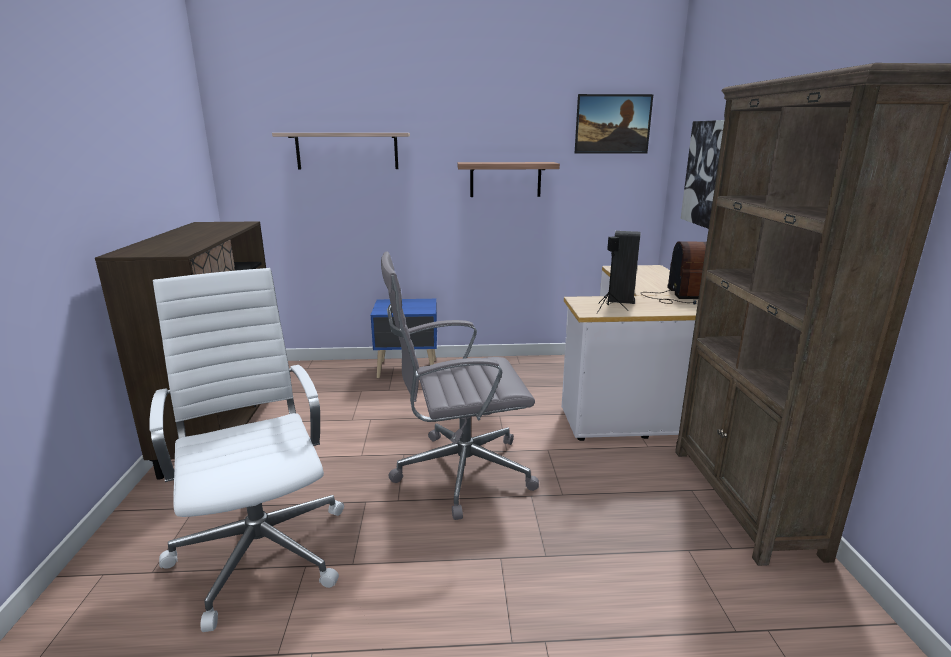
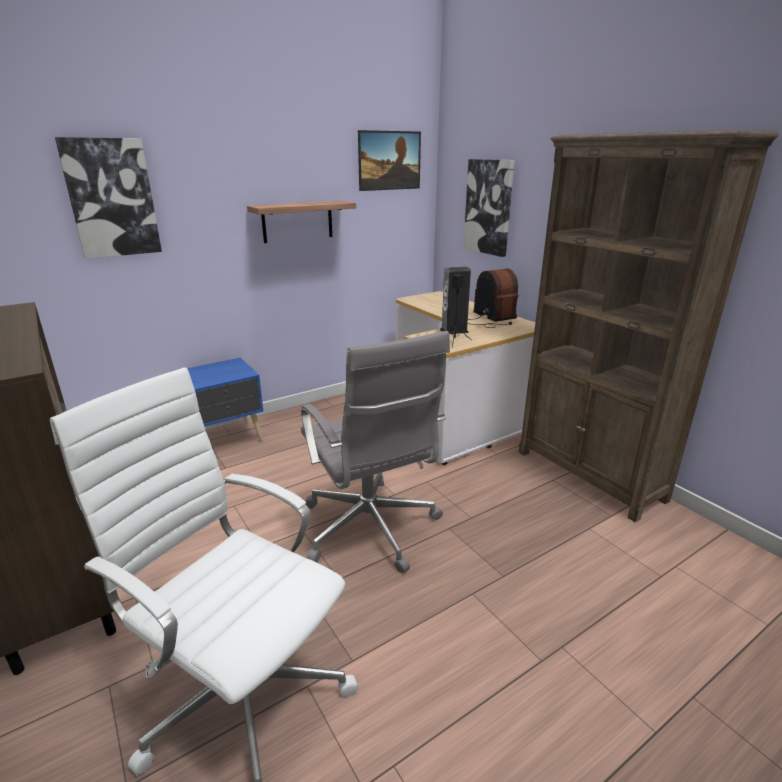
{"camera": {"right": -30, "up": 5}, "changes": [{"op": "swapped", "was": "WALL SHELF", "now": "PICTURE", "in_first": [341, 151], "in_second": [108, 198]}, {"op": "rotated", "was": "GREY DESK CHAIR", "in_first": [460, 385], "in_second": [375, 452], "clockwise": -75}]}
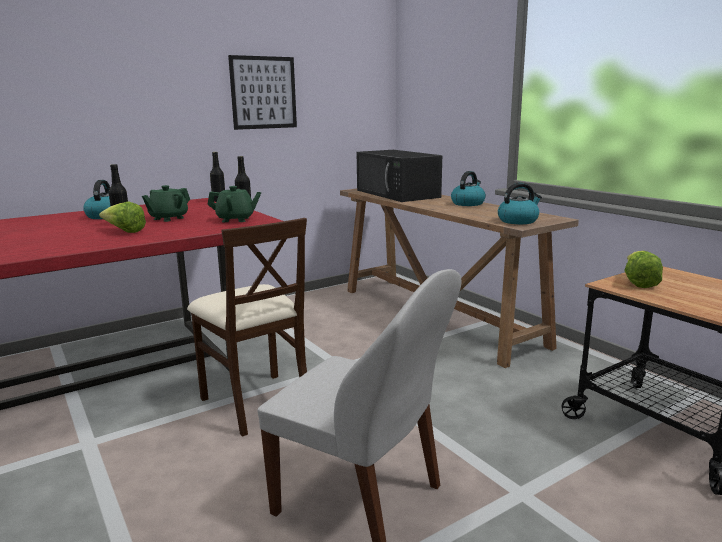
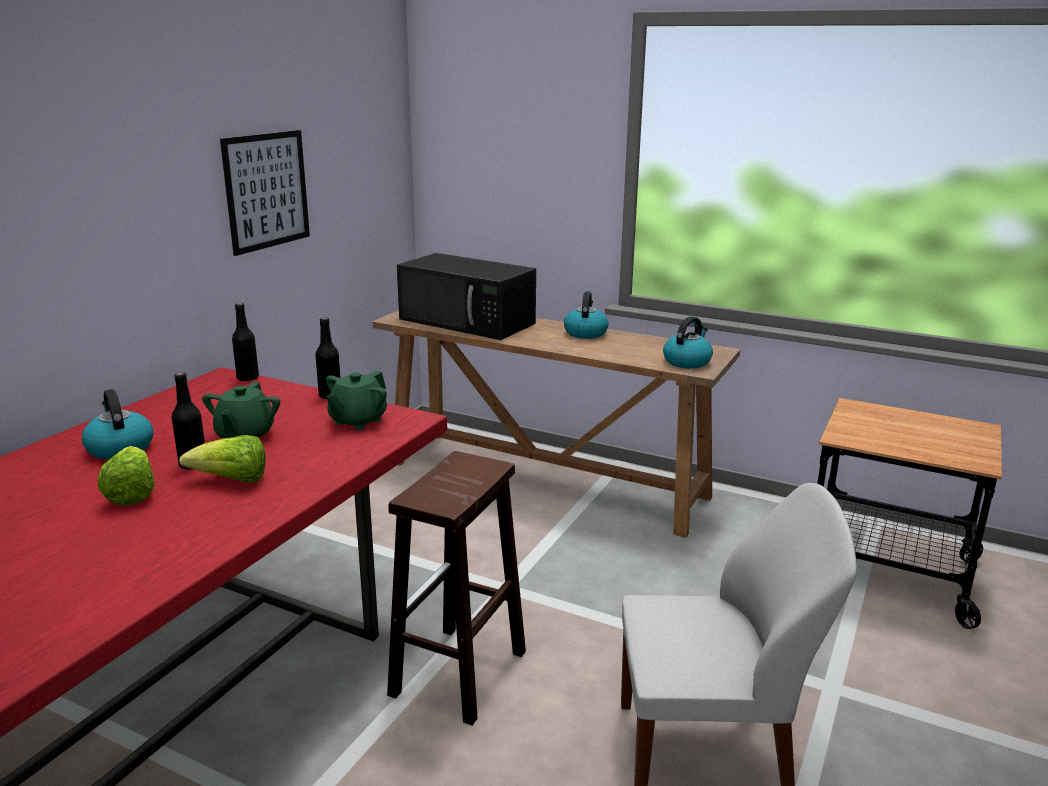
{"camera": {"right": -30, "up": 5}, "changes": [{"op": "shifted", "was": "LETTUCE", "in_first": [643, 269], "in_second": [126, 476]}, {"op": "rotated", "was": "GREENISH POT FOR TEA", "in_first": [234, 204], "in_second": [356, 400], "clockwise": 150}, {"op": "swapped", "was": "SAND-COLOURED UPRIGHT CHAIR", "now": "BROWN STOOL", "in_first": [247, 327], "in_second": [456, 588]}]}
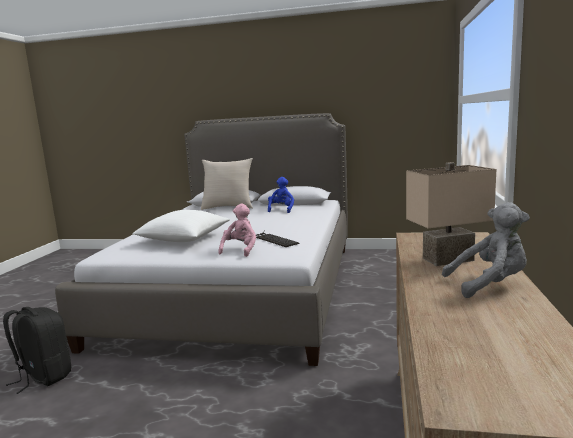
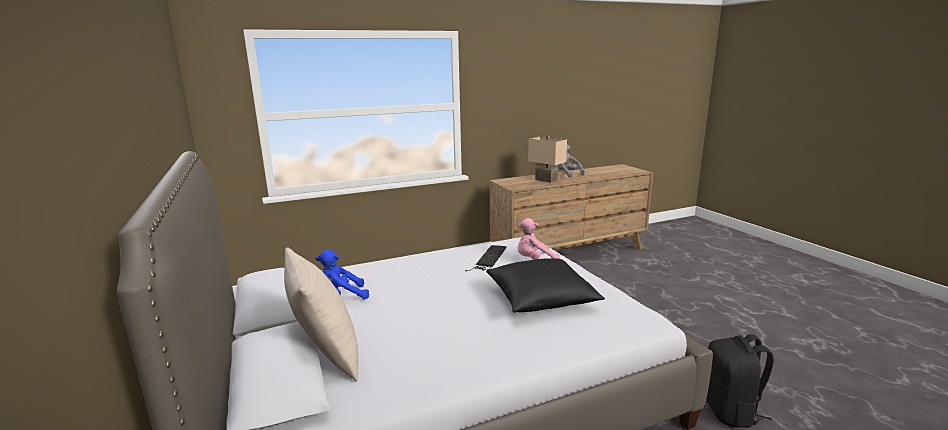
{"camera": {"right": -125, "up": 5}, "changes": [{"op": "repainted", "was": "WHITE-COLOURED THROW PILLOW", "now": "BLACKISH THROW PILLOW", "in_first": [181, 226], "in_second": [545, 285]}]}
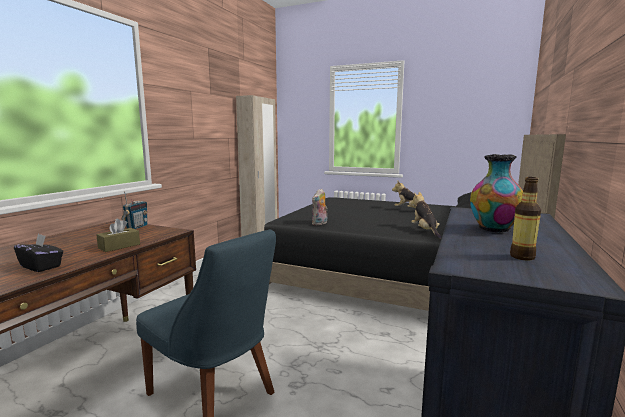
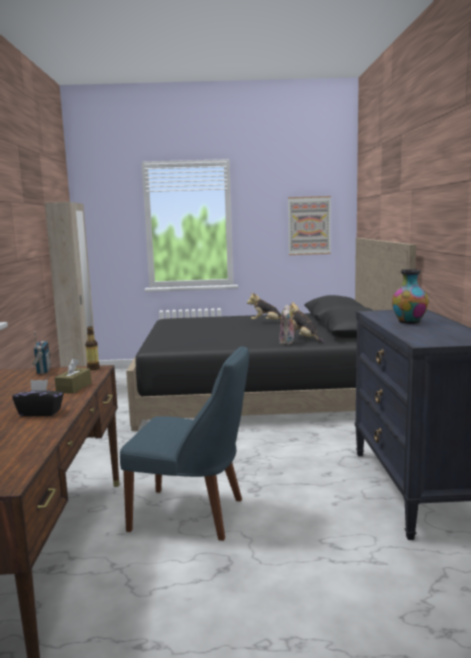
{"camera": {"right": -25, "up": 0}, "changes": [{"op": "shifted", "was": "BOTTLE", "in_first": [525, 218], "in_second": [92, 348]}, {"op": "shifted", "was": "CUDDLY TOY", "in_first": [320, 206], "in_second": [287, 325]}, {"op": "new", "now": "PICTURE", "in_second": [309, 225]}]}
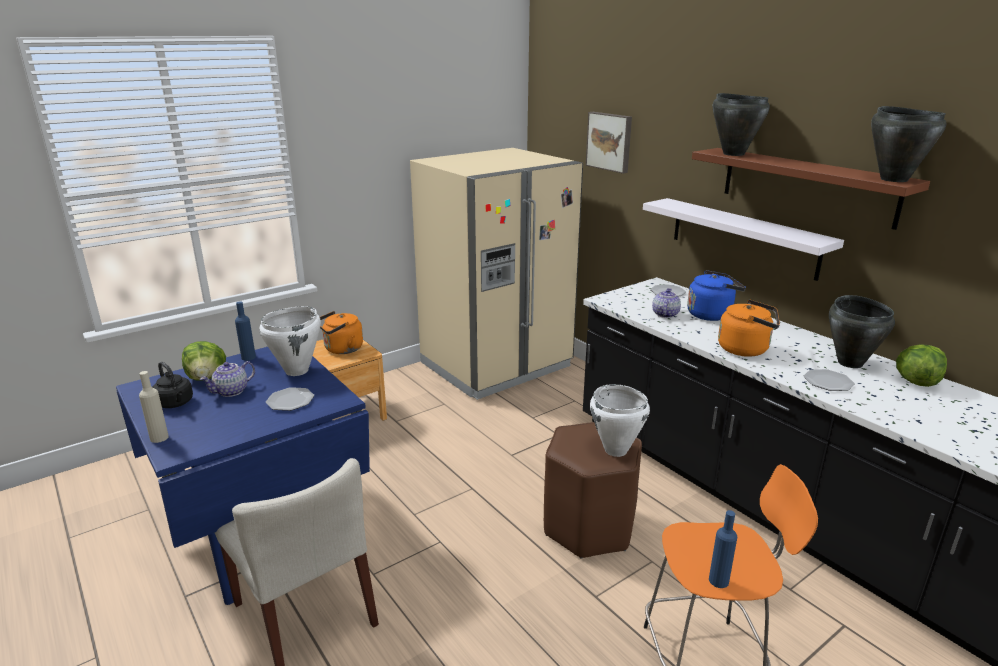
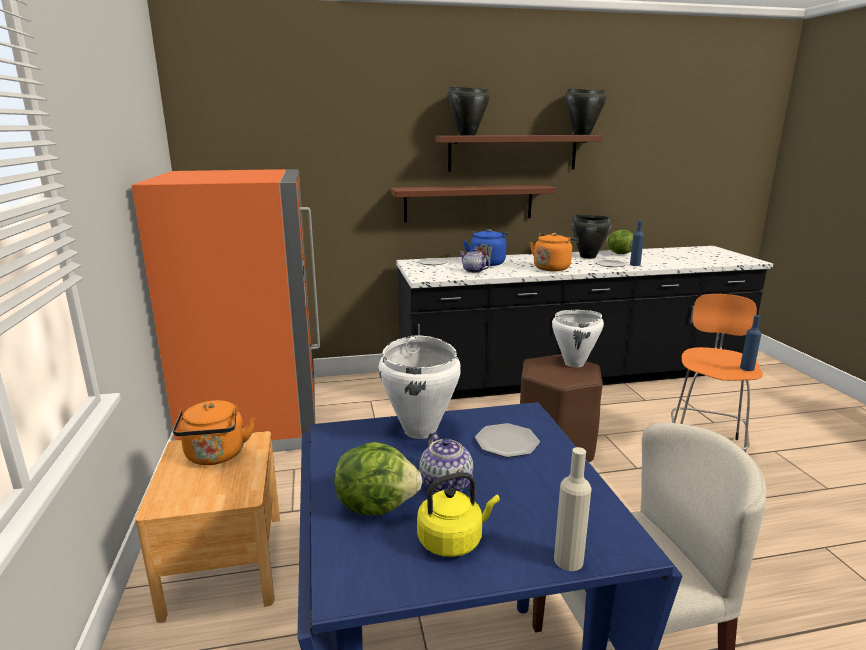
{"camera": {"right": -65, "up": -5}, "changes": [{"op": "repainted", "was": "SAND-COLOURED FRIDGE", "now": "ORANGE FRIDGE", "in_first": [496, 274], "in_second": [225, 310]}, {"op": "repainted", "was": "WHITE-COLOURED WALL SHELF", "now": "BROWN WALL SHELF", "in_first": [743, 239], "in_second": [473, 203]}, {"op": "repainted", "was": "BLACKISH WATER KETTLE", "now": "YELLOW-COLOURED WATER KETTLE", "in_first": [172, 385], "in_second": [458, 514]}, {"op": "shifted", "was": "BLUE BOTTLE", "in_first": [245, 331], "in_second": [637, 243]}, {"op": "gone", "was": "PICTURE", "in_first": [609, 143]}]}
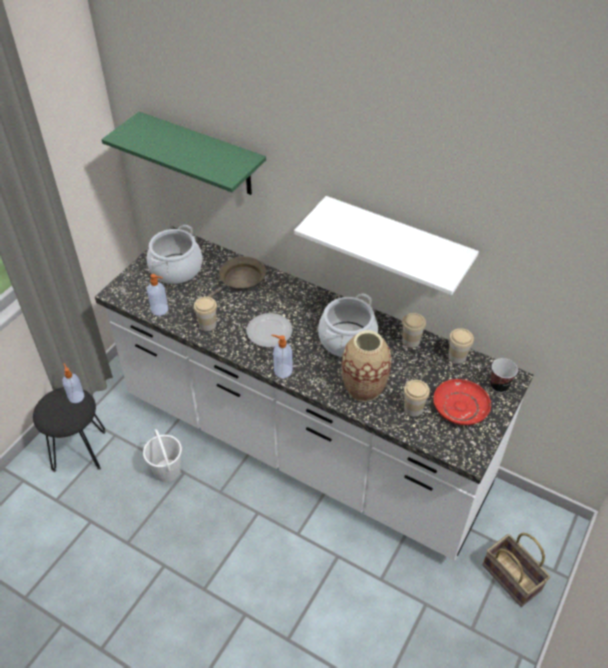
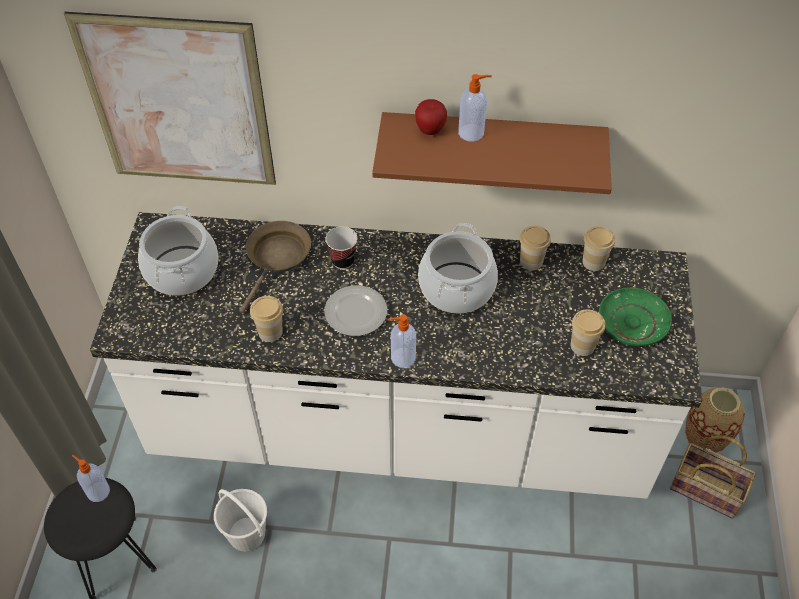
{"camera": {"right": -25, "up": 5}, "changes": [{"op": "swapped", "was": "GREENISH WALL SHELF", "now": "PICTURE", "in_first": [183, 153], "in_second": [170, 98]}, {"op": "shifted", "was": "DRINKING CUP", "in_first": [504, 375], "in_second": [341, 247]}, {"op": "repainted", "was": "WHITE-COLOURED WALL SHELF", "now": "BROWN WALL SHELF", "in_first": [386, 245], "in_second": [492, 153]}, {"op": "new", "now": "WHOLE APPLE", "in_second": [431, 117]}, {"op": "shifted", "was": "LIQUID SOAP BOTTLE", "in_first": [157, 295], "in_second": [475, 108]}, {"op": "repainted", "was": "RED DINNER PLATE", "now": "GREENISH DINNER PLATE", "in_first": [462, 402], "in_second": [635, 317]}, {"op": "shifted", "was": "VASE", "in_first": [366, 366], "in_second": [715, 420]}]}
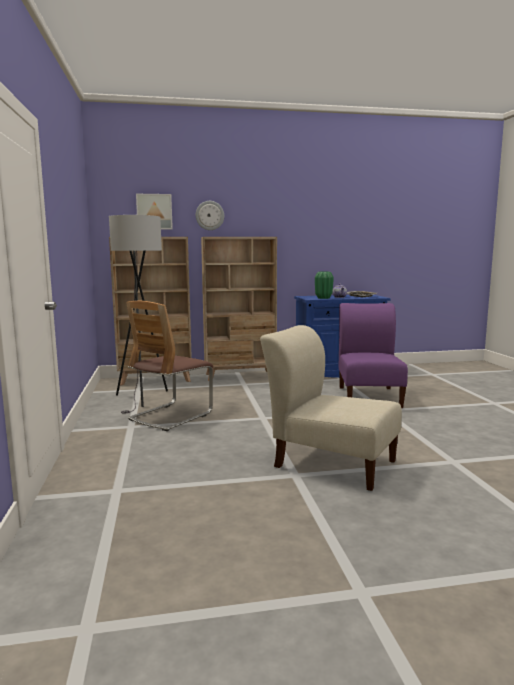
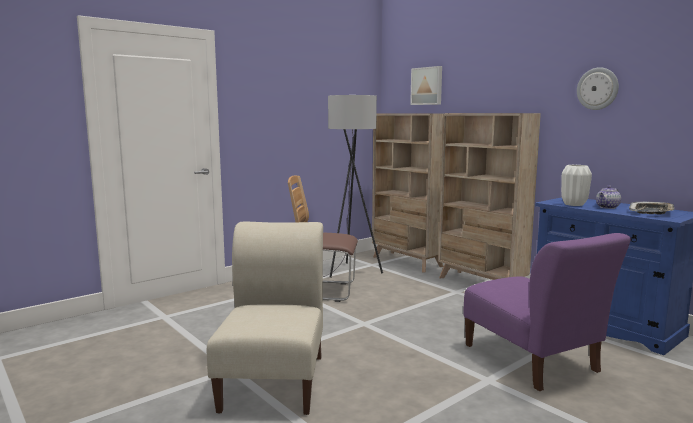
{"camera": {"right": 60, "up": 0}, "changes": [{"op": "rotated", "was": "PURPLE-COLOURED UPRIGHT CHAIR", "in_first": [373, 355], "in_second": [547, 312], "clockwise": 90}, {"op": "repainted", "was": "GREENISH VASE", "now": "WHITE-COLOURED VASE", "in_first": [324, 285], "in_second": [576, 185]}, {"op": "shifted", "was": "WALL CLOCK", "in_first": [210, 215], "in_second": [598, 88]}]}
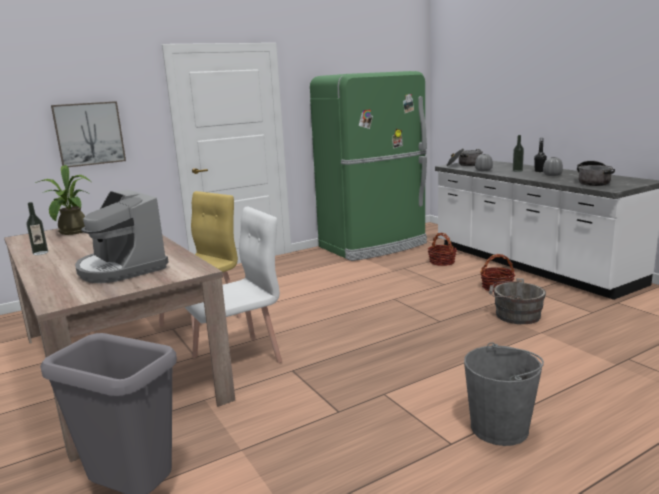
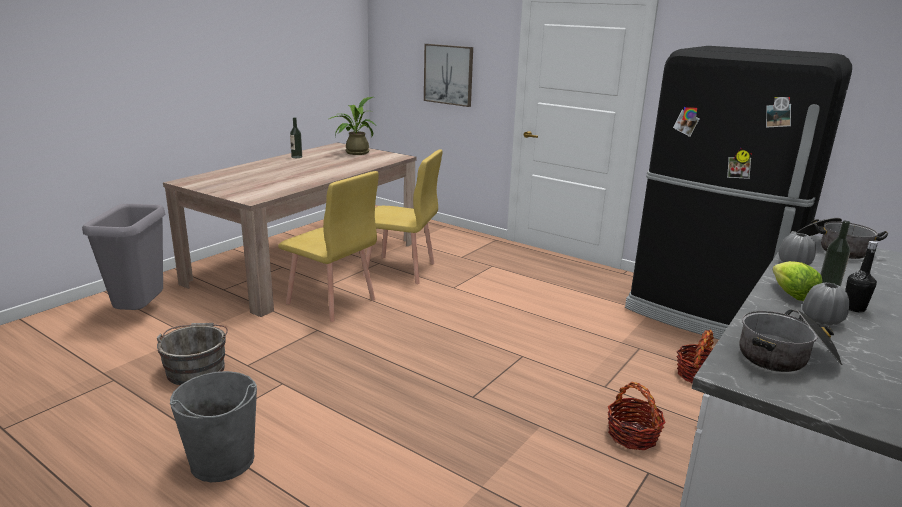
{"camera": {"right": 65, "up": 5}, "changes": [{"op": "shifted", "was": "GREY PAIL", "in_first": [517, 301], "in_second": [192, 354]}, {"op": "repainted", "was": "WHITE-COLOURED UPRIGHT CHAIR", "now": "YELLOW-COLOURED UPRIGHT CHAIR", "in_first": [233, 285], "in_second": [328, 246]}, {"op": "repainted", "was": "GREENISH FRIDGE", "now": "BLACKISH FRIDGE", "in_first": [368, 166], "in_second": [738, 192]}, {"op": "new", "now": "LETTUCE", "in_second": [797, 281]}, {"op": "gone", "was": "COFFEE BREWER", "in_first": [122, 236]}]}
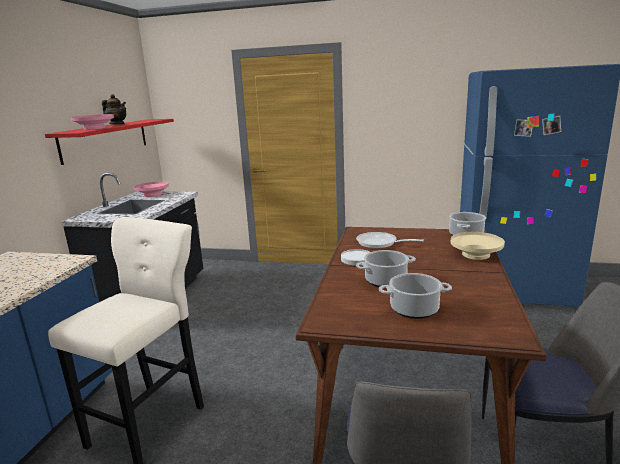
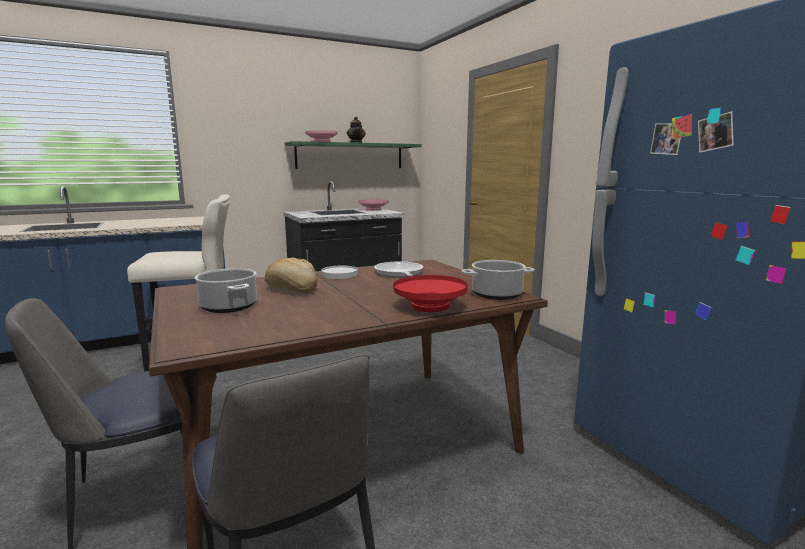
{"camera": {"right": 50, "up": -5}, "changes": [{"op": "swapped", "was": "SAUCEPOT", "now": "BREAD", "in_first": [386, 268], "in_second": [291, 275]}, {"op": "repainted", "was": "RED WALL SHELF", "now": "GREENISH WALL SHELF", "in_first": [109, 142], "in_second": [353, 155]}, {"op": "repainted", "was": "SAND-COLOURED SERVING BOWL", "now": "RED SERVING BOWL", "in_first": [478, 246], "in_second": [430, 293]}]}
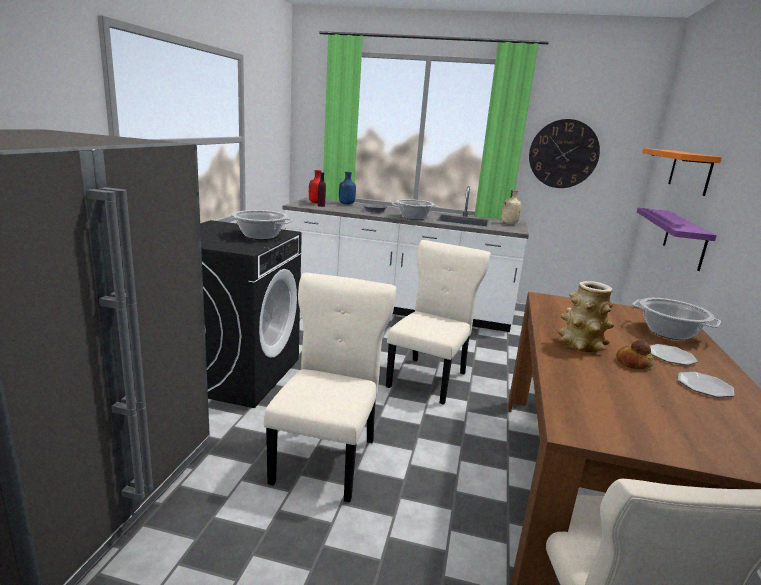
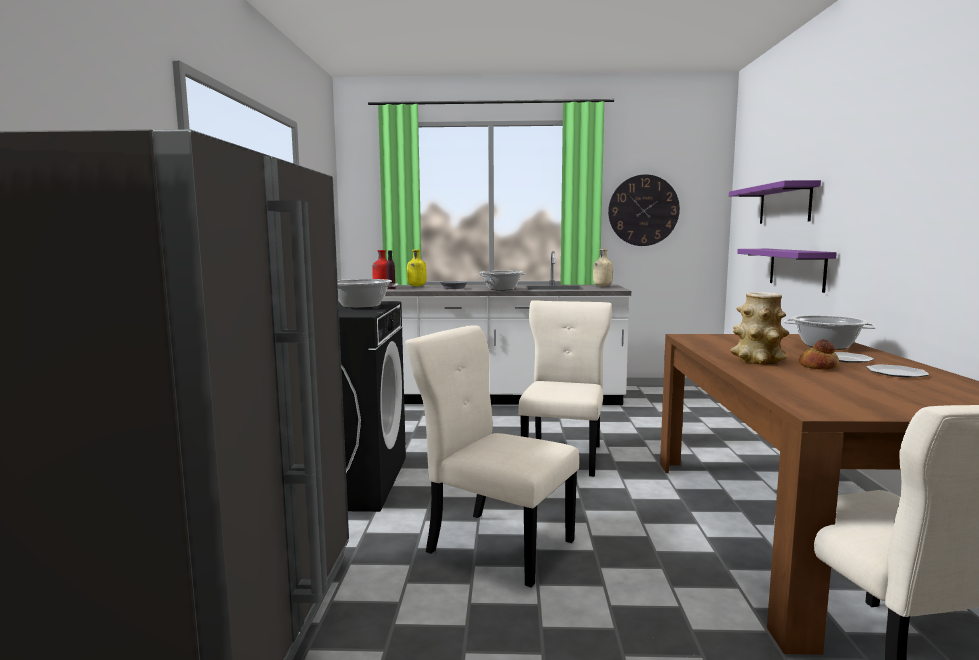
{"camera": {"right": -10, "up": -10}, "changes": [{"op": "rotated", "was": "SAND-COLOURED UPRIGHT CHAIR", "in_first": [330, 387], "in_second": [492, 456], "clockwise": -60}, {"op": "repainted", "was": "BLUE BOTTLE", "now": "YELLOW-COLOURED BOTTLE", "in_first": [347, 188], "in_second": [417, 268]}, {"op": "repainted", "was": "ORANGE WALL SHELF", "now": "PURPLE-COLOURED WALL SHELF", "in_first": [682, 172], "in_second": [775, 202]}]}
